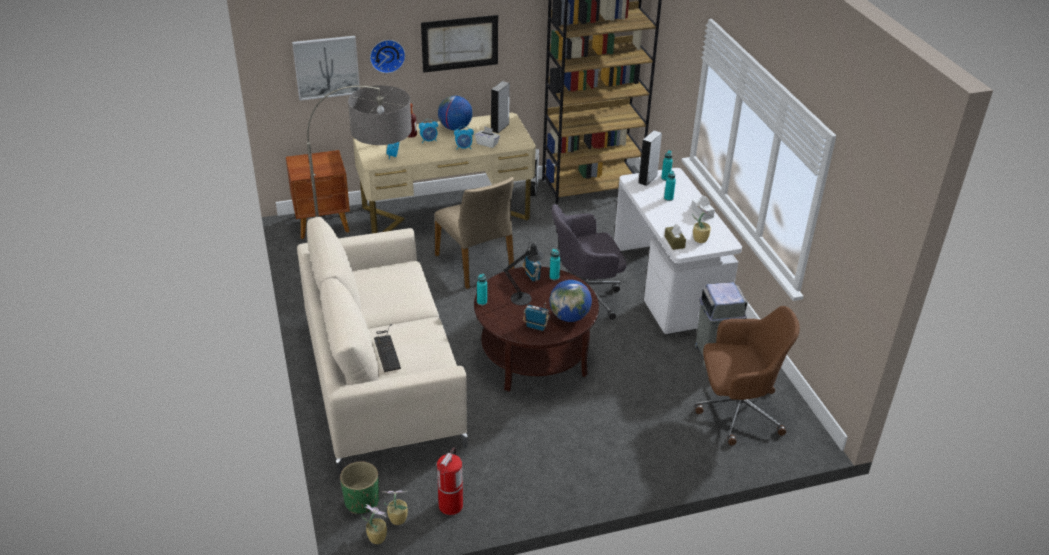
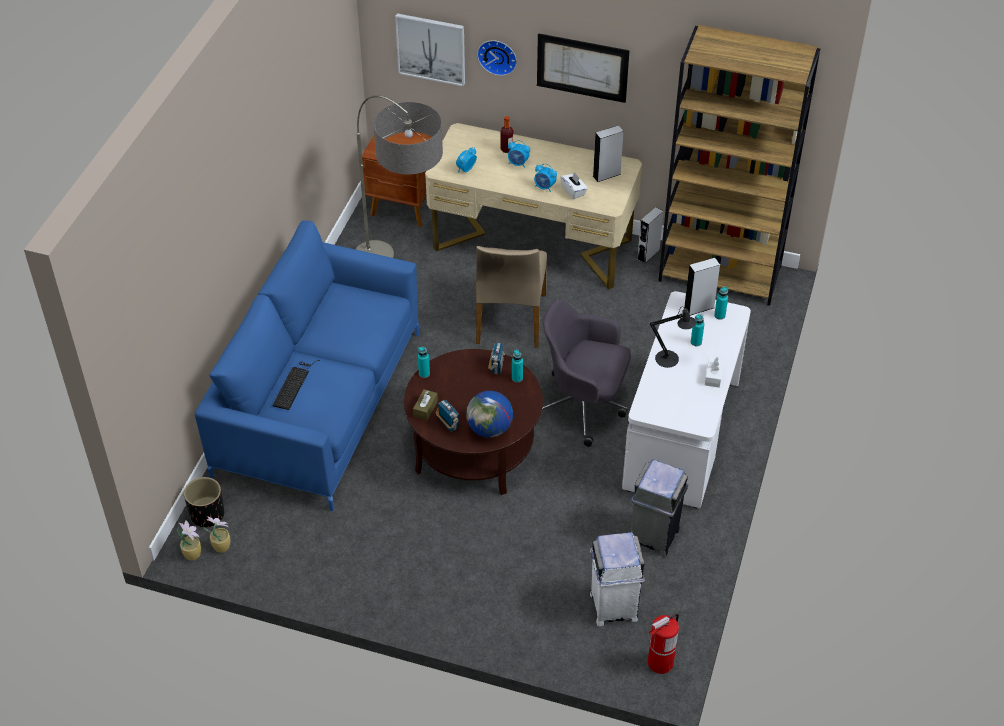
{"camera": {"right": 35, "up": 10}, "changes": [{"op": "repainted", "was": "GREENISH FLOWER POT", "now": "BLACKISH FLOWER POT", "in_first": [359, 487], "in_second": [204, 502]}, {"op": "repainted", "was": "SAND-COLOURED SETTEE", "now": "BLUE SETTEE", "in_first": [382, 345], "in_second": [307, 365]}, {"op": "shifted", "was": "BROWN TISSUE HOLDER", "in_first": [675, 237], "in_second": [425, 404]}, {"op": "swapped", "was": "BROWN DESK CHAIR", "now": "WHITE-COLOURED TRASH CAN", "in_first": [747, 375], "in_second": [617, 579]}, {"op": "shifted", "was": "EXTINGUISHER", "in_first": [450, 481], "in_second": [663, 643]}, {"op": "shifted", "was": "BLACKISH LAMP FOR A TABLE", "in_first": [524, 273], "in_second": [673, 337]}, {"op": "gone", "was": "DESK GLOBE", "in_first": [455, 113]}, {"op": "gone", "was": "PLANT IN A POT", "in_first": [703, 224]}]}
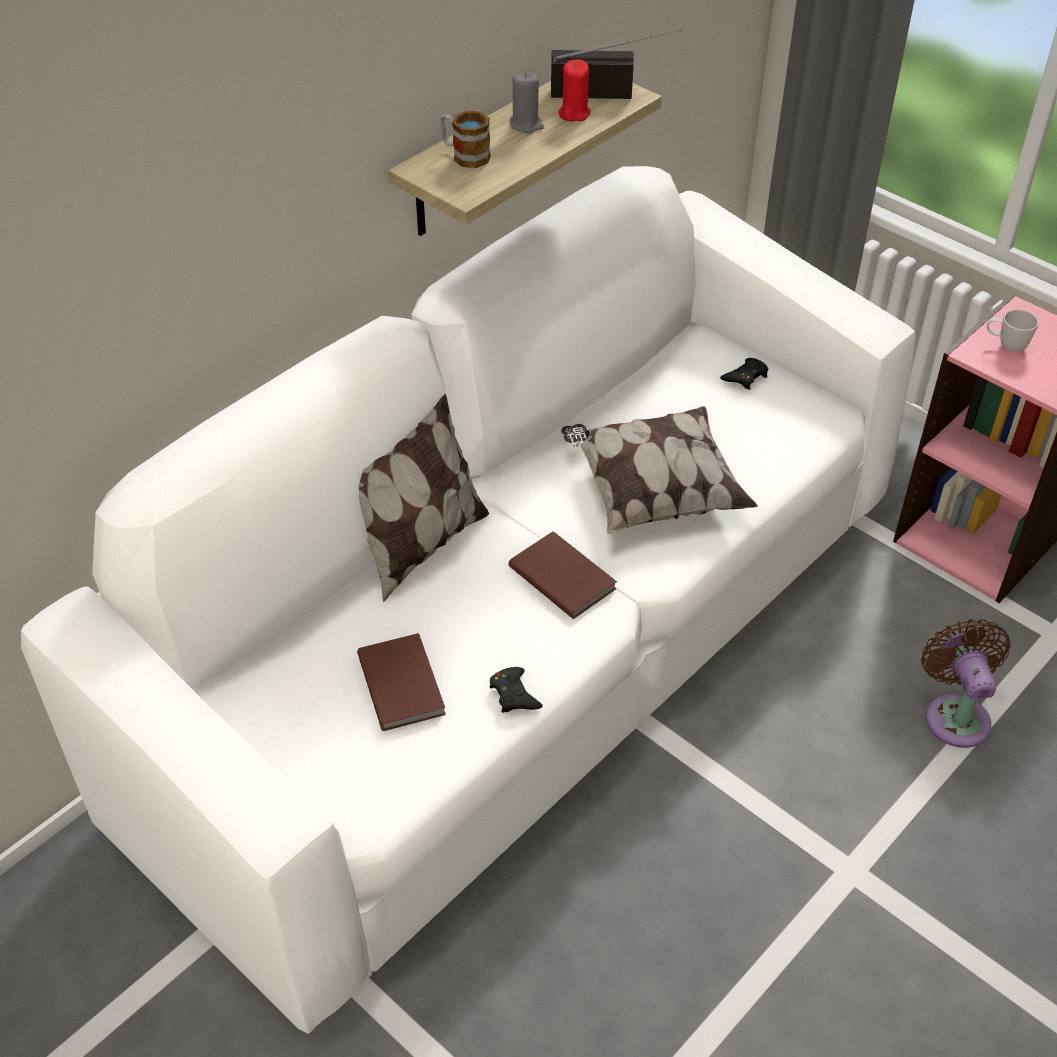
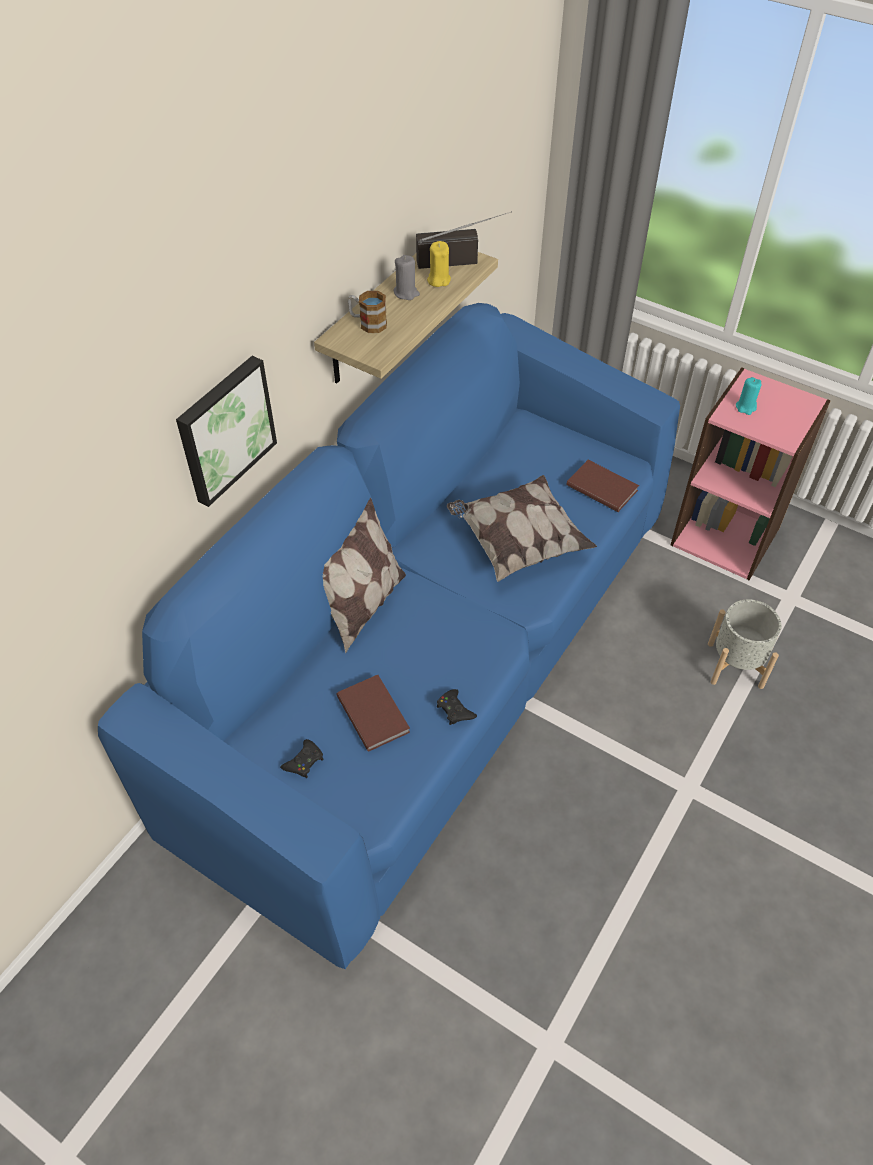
{"camera": {"right": -10, "up": 5}, "changes": [{"op": "repainted", "was": "WHITE-COLOURED SETTEE", "now": "BLUE SETTEE", "in_first": [468, 600], "in_second": [389, 636]}, {"op": "new", "now": "PICTURE", "in_second": [226, 431]}, {"op": "shifted", "was": "BLACKISH GAME CONTROLLER", "in_first": [744, 374], "in_second": [301, 758]}, {"op": "repainted", "was": "RED WAX CANDLE", "now": "YELLOW-COLOURED WAX CANDLE", "in_first": [574, 90], "in_second": [439, 264]}, {"op": "shifted", "was": "BROWN VOLUME", "in_first": [563, 575], "in_second": [602, 486]}, {"op": "swapped", "was": "BROWN ELECTRIC FAN", "now": "GREY FLOWER POT", "in_first": [966, 683], "in_second": [745, 644]}, {"op": "swapped", "was": "WHITE-COLOURED COFFEE MUG", "now": "BLUE-GREEN WAX CANDLE", "in_first": [1013, 330], "in_second": [748, 396]}]}
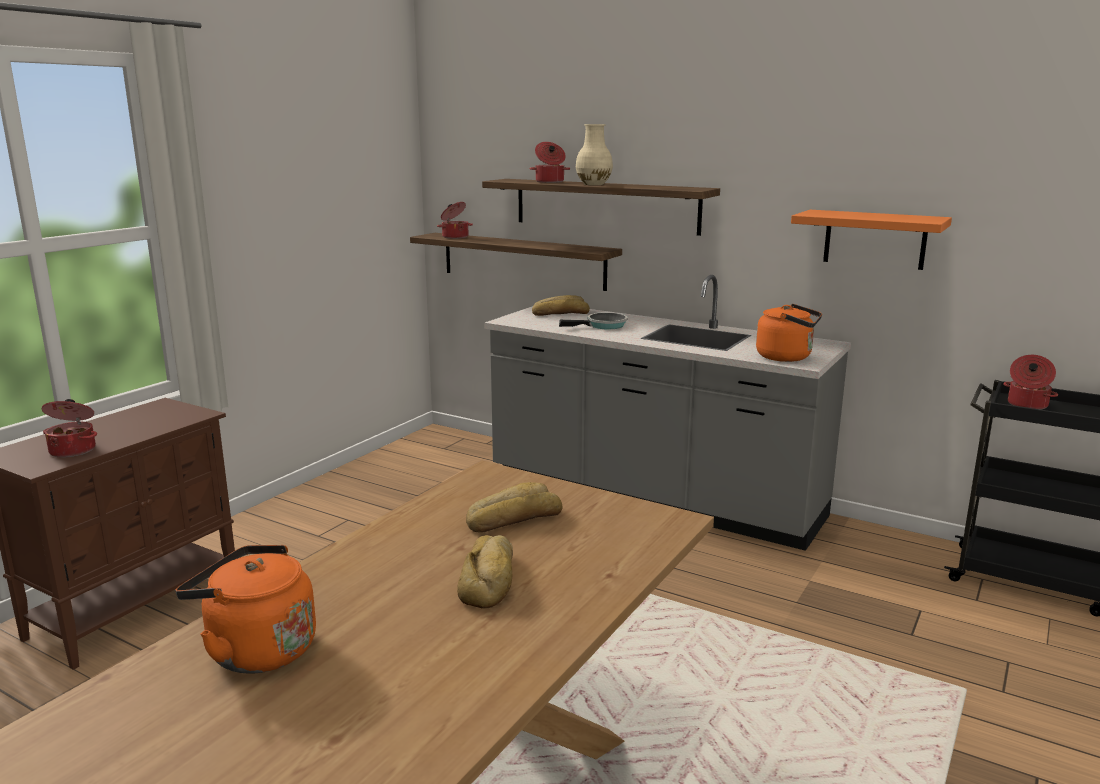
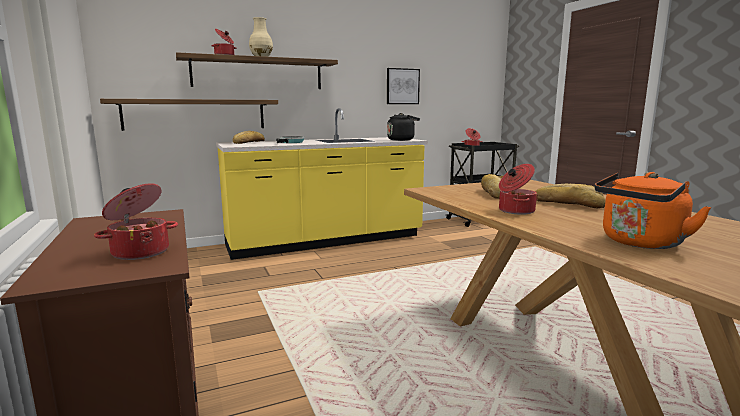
{"camera": {"right": -55, "up": -5}, "changes": [{"op": "repainted", "was": "GREY KITCHEN COUNTER", "now": "YELLOW-COLOURED KITCHEN COUNTER", "in_first": [667, 413], "in_second": [322, 184]}, {"op": "swapped", "was": "ORANGE WALL SHELF", "now": "PICTURE", "in_first": [871, 240], "in_second": [403, 86]}, {"op": "repainted", "was": "ORANGE WATER KETTLE", "now": "BLACKISH WATER KETTLE", "in_first": [789, 333], "in_second": [403, 127]}, {"op": "shifted", "was": "SAUCEPOT", "in_first": [455, 220], "in_second": [518, 189]}]}
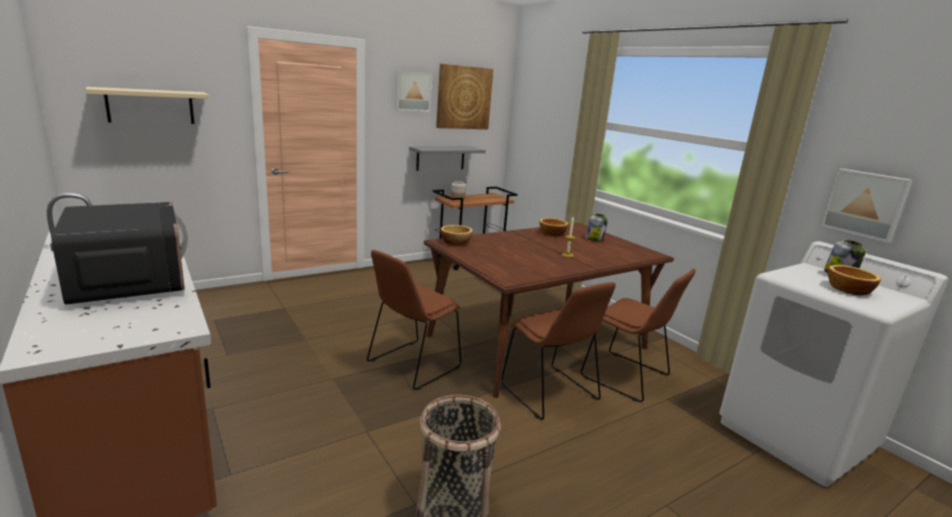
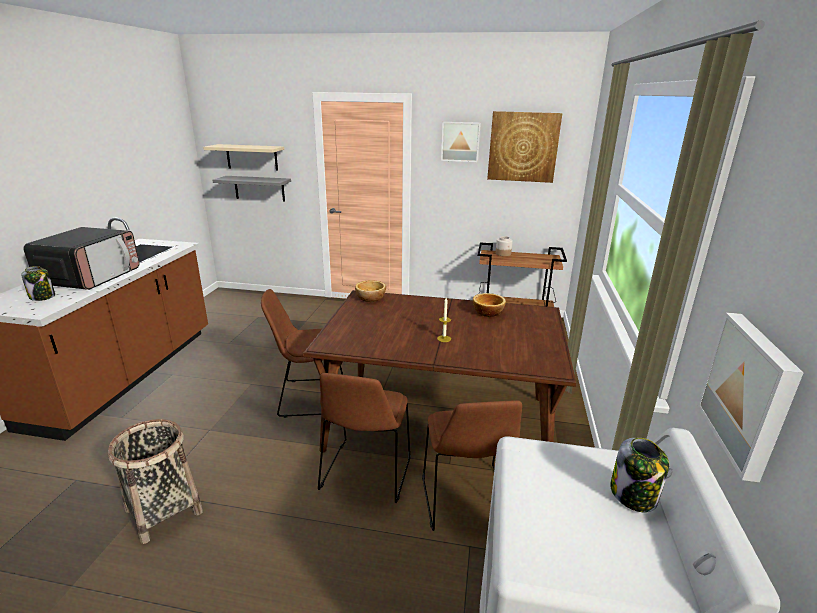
{"camera": {"right": 45, "up": 5}, "changes": [{"op": "shifted", "was": "JAR", "in_first": [596, 227], "in_second": [38, 283]}, {"op": "shifted", "was": "GREY WALL SHELF", "in_first": [447, 158], "in_second": [251, 188]}, {"op": "gone", "was": "SERVING BOWL", "in_first": [854, 280]}]}
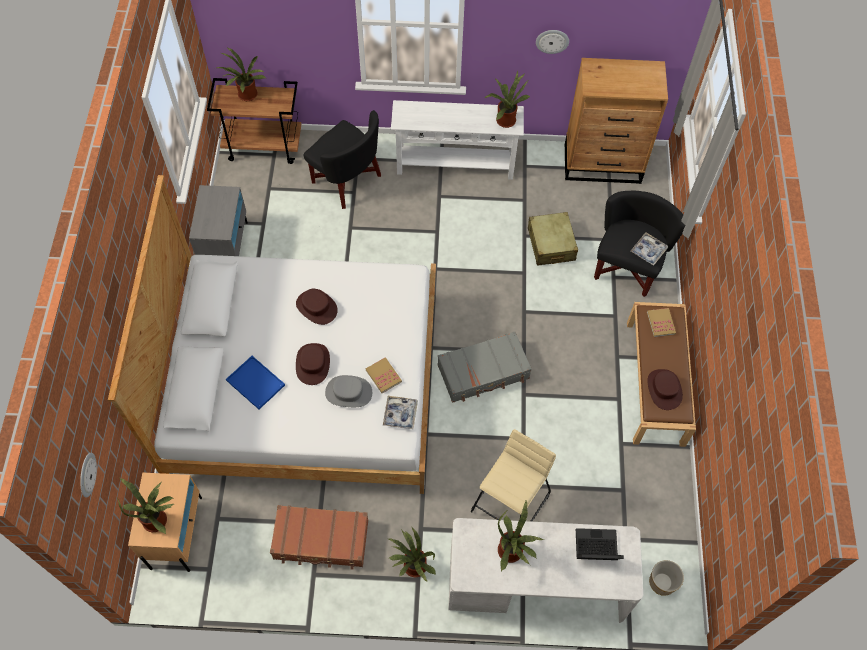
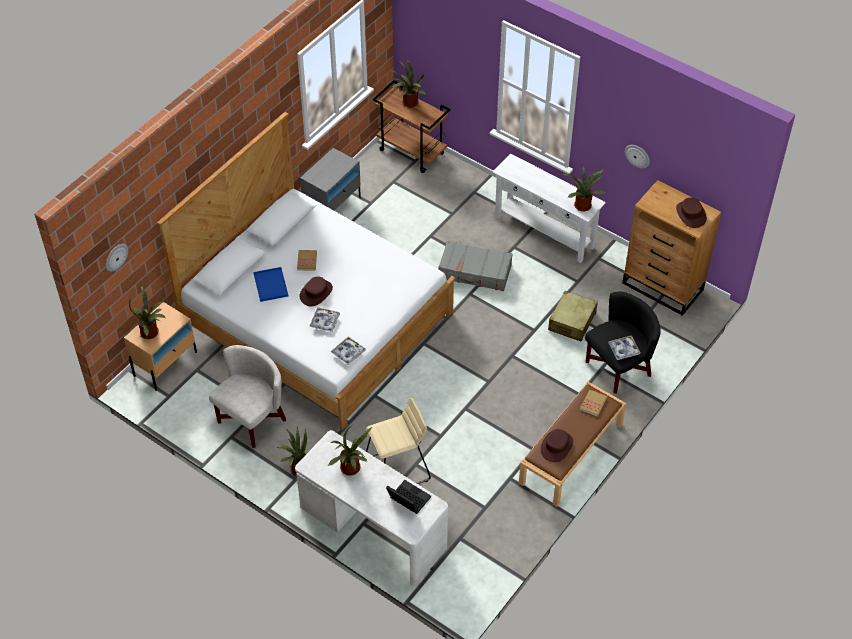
{"camera": {"right": 35, "up": -10}, "changes": [{"op": "swapped", "was": "BROWN PIECE OF LUGGAGE", "now": "WHITE-COLOURED EASY CHAIR", "in_first": [319, 537], "in_second": [247, 396]}, {"op": "shifted", "was": "VOLUME", "in_first": [384, 375], "in_second": [307, 260]}, {"op": "swapped", "was": "GREY WEARABLE HAT", "now": "TRAY", "in_first": [348, 391], "in_second": [324, 319]}, {"op": "shifted", "was": "GREY PIECE OF LUGGAGE", "in_first": [484, 367], "in_second": [475, 266]}, {"op": "shifted", "was": "BROWN WEARABLE HAT", "in_first": [317, 307], "in_second": [691, 212]}, {"op": "gone", "was": "BLACKISH EASY CHAIR", "in_first": [342, 159]}, {"op": "gone", "was": "FLOWER POT", "in_first": [666, 578]}]}
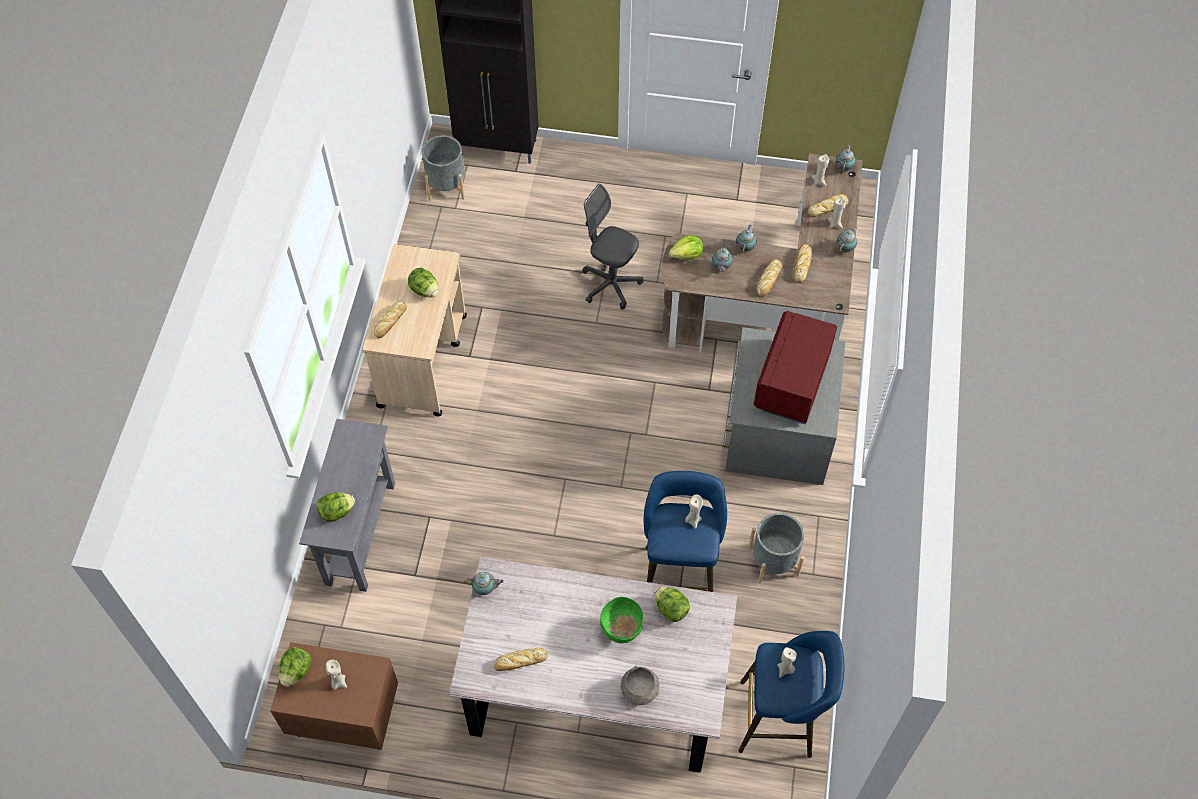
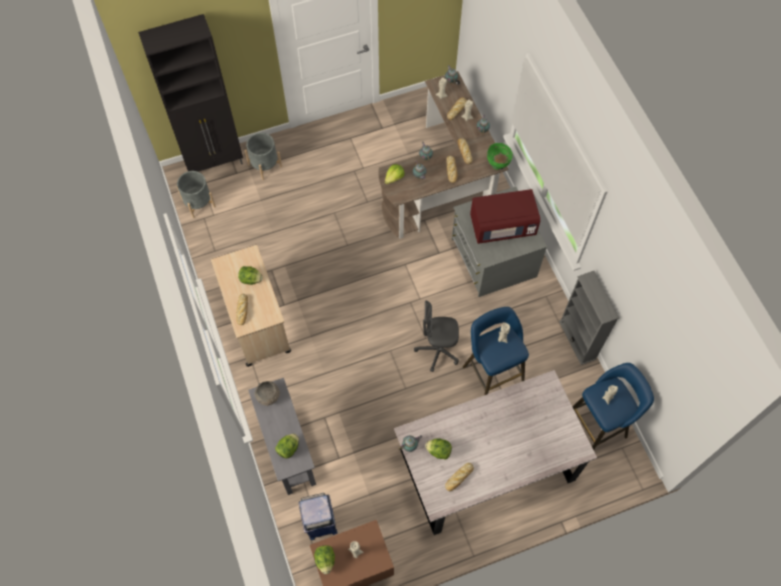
{"camera": {"right": -30, "up": 5}, "changes": [{"op": "shifted", "was": "GREY FLOWER POT", "in_first": [776, 548], "in_second": [263, 156]}, {"op": "shifted", "was": "GREY SERVING BOWL", "in_first": [640, 685], "in_second": [267, 393]}, {"op": "new", "now": "BLUE TRASH CAN", "in_second": [318, 516]}, {"op": "shifted", "was": "GREY DESK CHAIR", "in_first": [613, 246], "in_second": [436, 336]}, {"op": "shifted", "was": "LETTUCE", "in_first": [672, 604], "in_second": [438, 449]}, {"op": "rotated", "was": "RED MICROWAVE", "in_first": [795, 368], "in_second": [505, 216], "clockwise": -90}, {"op": "shifted", "was": "GREENISH SERVING BOWL", "in_first": [622, 620], "in_second": [500, 156]}, {"op": "new", "now": "GREY BOOKCASE", "in_second": [589, 318]}]}
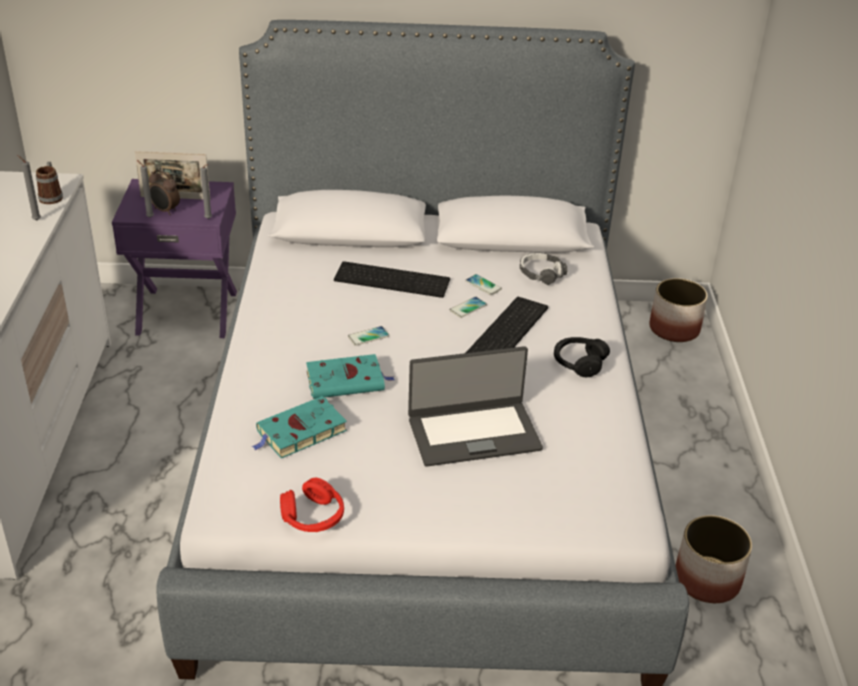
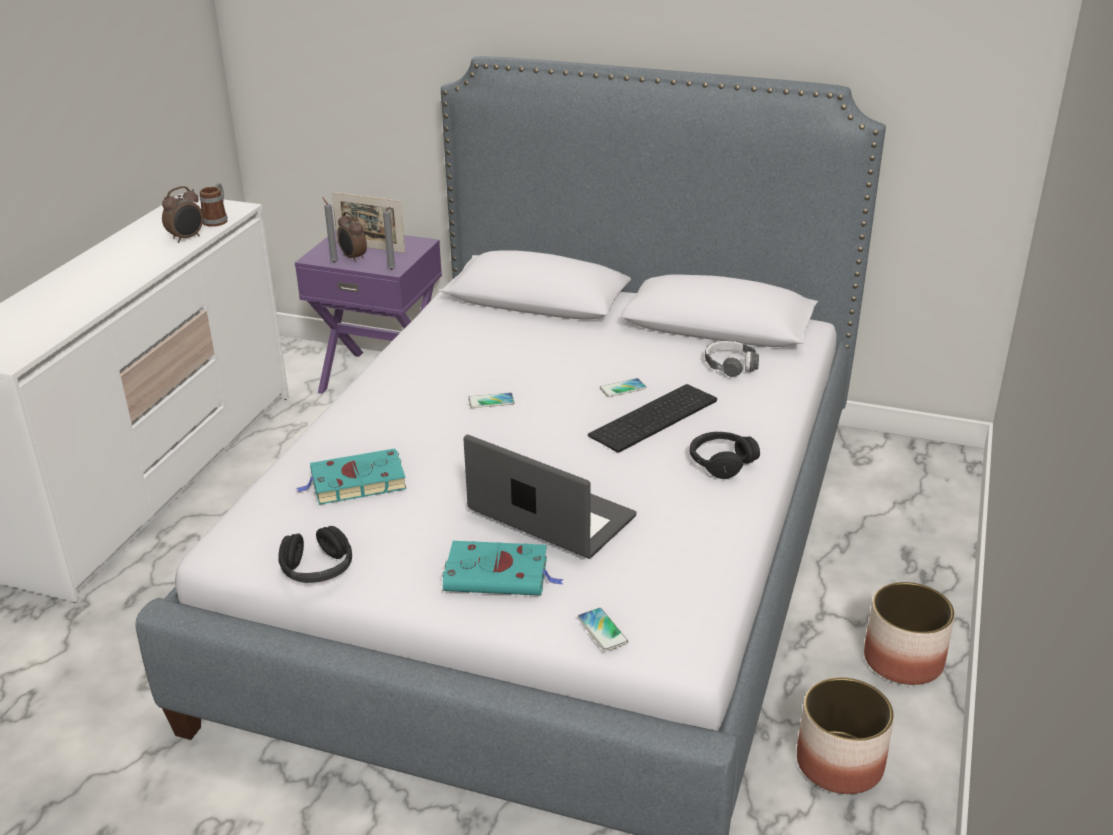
{"camera": {"right": 20, "up": -5}, "changes": [{"op": "swapped", "was": "GREY WAX CANDLE", "now": "ALARM CLOCK", "in_first": [29, 187], "in_second": [182, 214]}, {"op": "repainted", "was": "RED HEADPHONES", "now": "BLACKISH HEADPHONES", "in_first": [312, 505], "in_second": [315, 554]}, {"op": "shifted", "was": "BLUE-GREEN VOLUME", "in_first": [350, 376], "in_second": [503, 568]}, {"op": "rotated", "was": "NOTEBOOK COMPUTER", "in_first": [475, 406], "in_second": [549, 496], "clockwise": -150}, {"op": "shifted", "was": "PHONE", "in_first": [483, 284], "in_second": [603, 629]}, {"op": "shifted", "was": "FLOWER POT", "in_first": [678, 310], "in_second": [909, 633]}, {"op": "gone", "was": "COMPUTER KEYBOARD", "in_first": [392, 279]}]}
